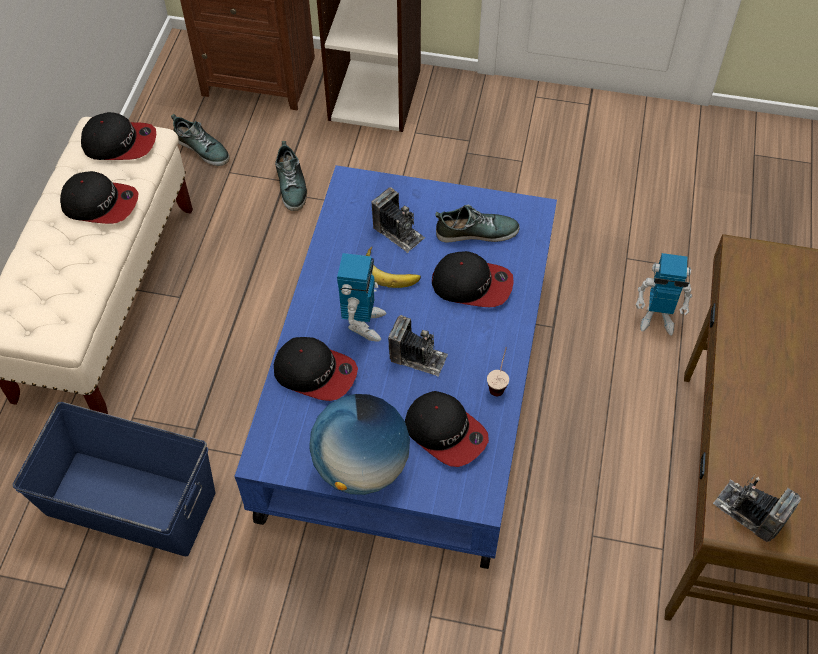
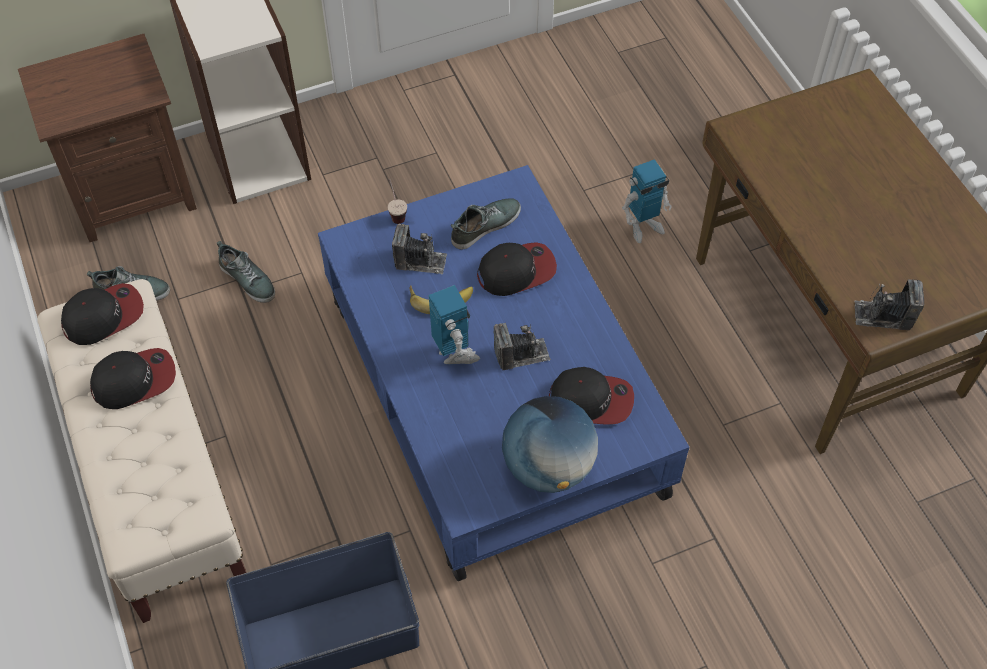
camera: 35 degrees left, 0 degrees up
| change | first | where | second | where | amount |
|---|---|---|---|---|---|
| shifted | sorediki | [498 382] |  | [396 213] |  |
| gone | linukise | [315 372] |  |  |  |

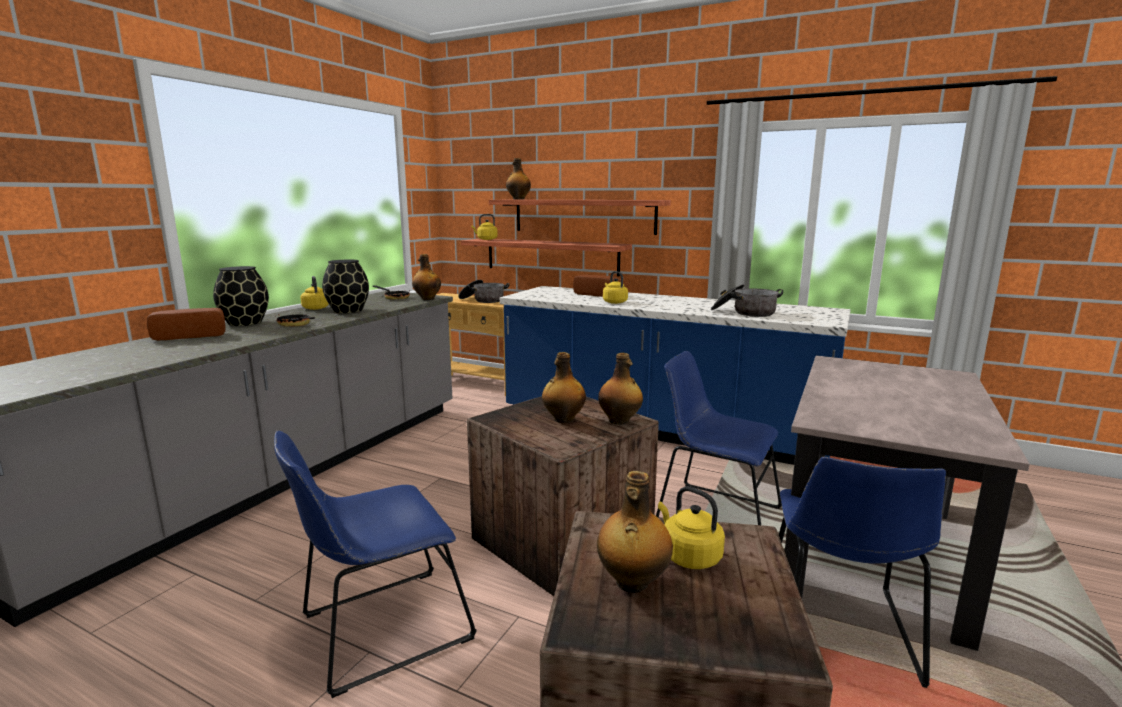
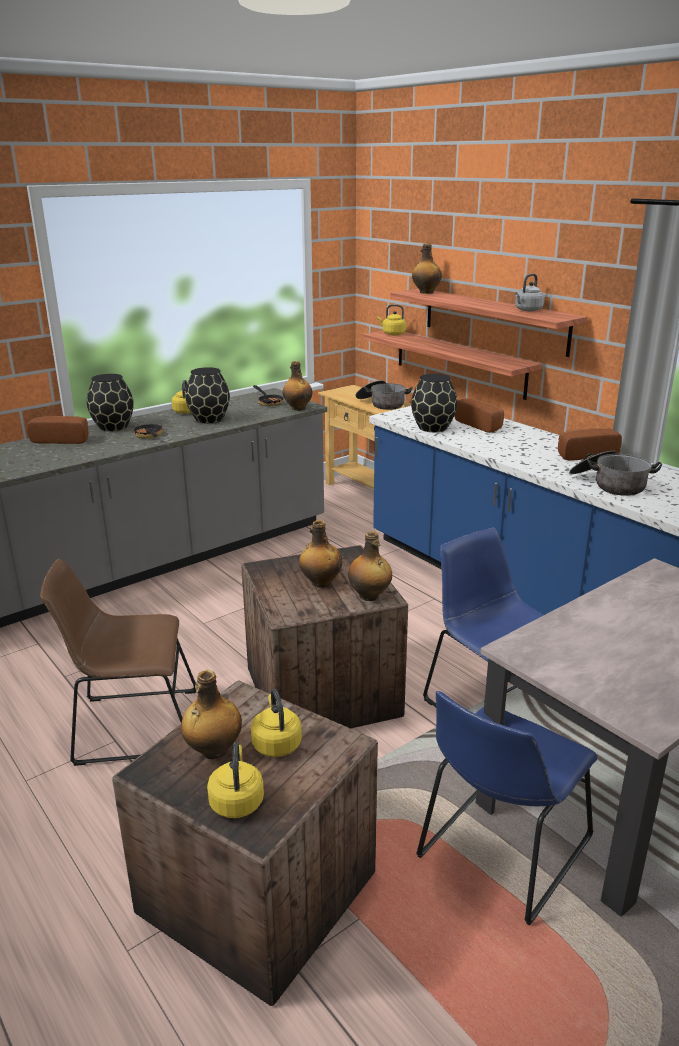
camera: 25 degrees right, 10 degrees up
| change | first | where | second | where | amount |
|---|---|---|---|---|---|
| repainted | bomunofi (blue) | [379 630] | bomunofi (brown) | [131 726] |  |
| shifted | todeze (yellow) | [614 302] |  | [237 801] |  |
| new |  |  | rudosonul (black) | [432 428] |  |
| new |  |  | todeze (grey) | [527 310] |  |
| new |  |  | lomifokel | [584 454] |  |

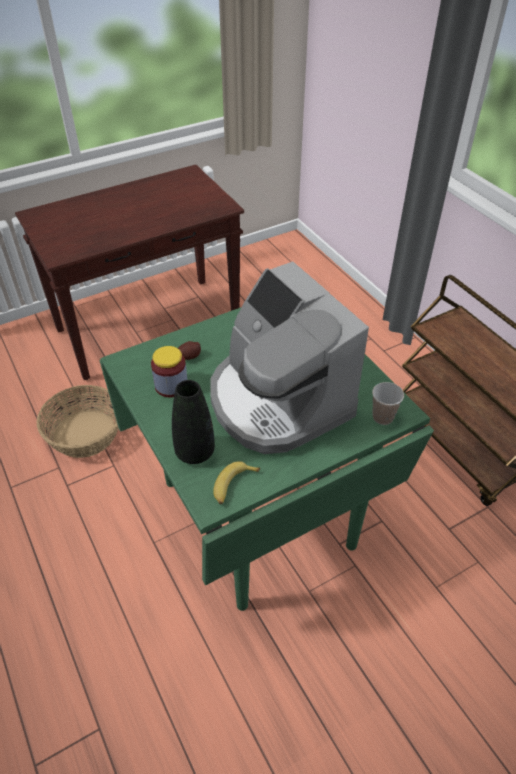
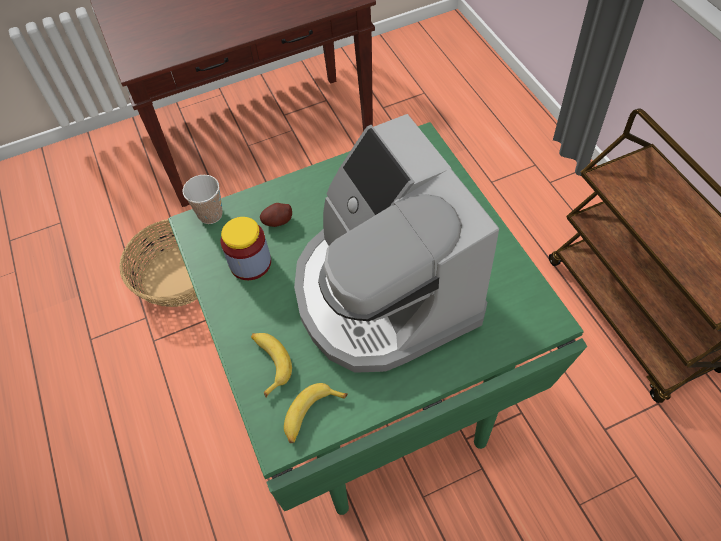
camera: 10 degrees right, 10 degrees up
| change | first | where | second | where | amount |
|---|---|---|---|---|---|
| shifted | sorediki | [383 417] |  | [210 215] |  |
| swapped | rudosonul (black) | [195 452] | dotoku | [269 363] |  |

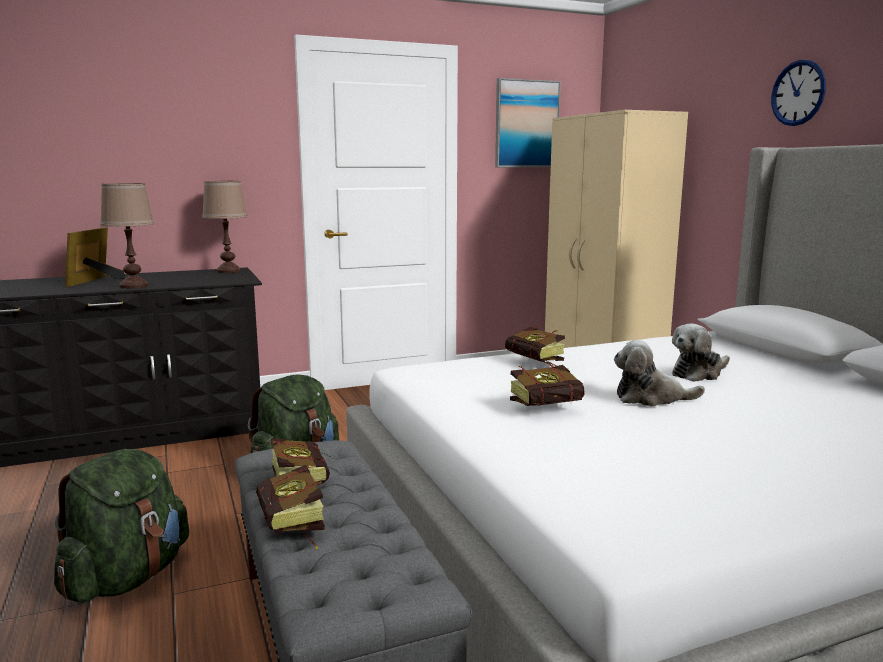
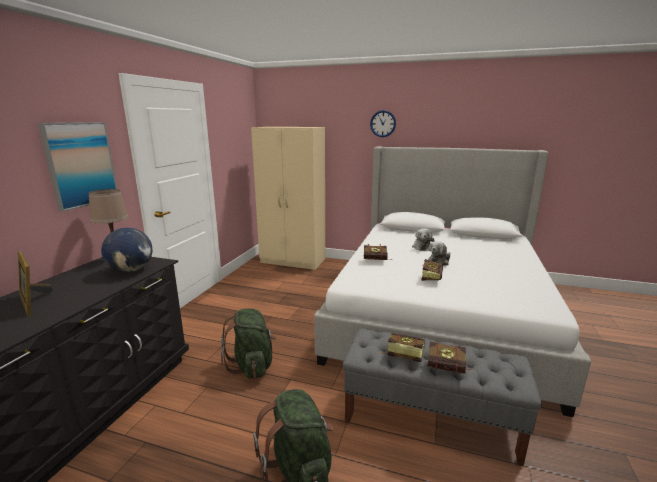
camera: 50 degrees left, 5 degrees up
| change | first | where | second | where | amount |
|---|---|---|---|---|---|
| shifted | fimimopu | [526 124] |  | [81 164] |  |
| new |  |  | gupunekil | [131 270] |  |
| gone | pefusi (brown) | [134 286] |  |  |  |

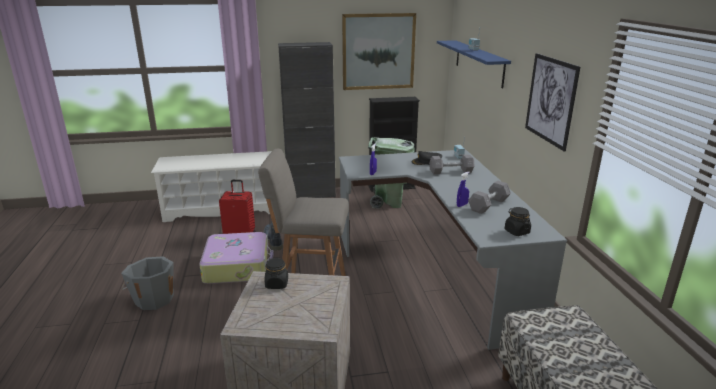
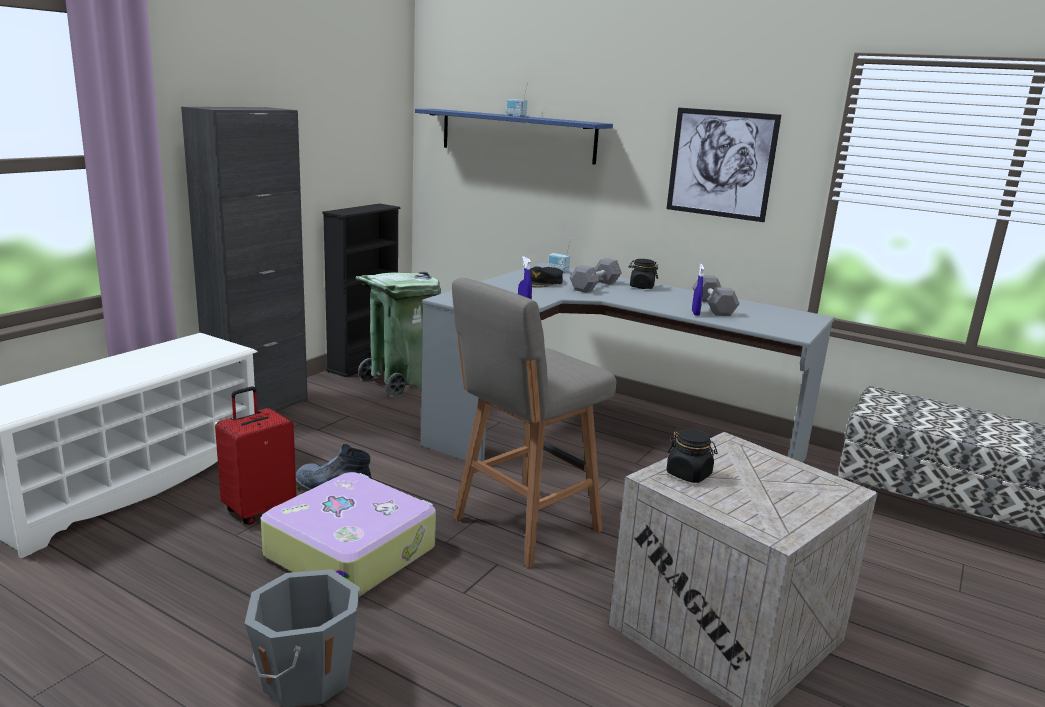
camera: 50 degrees left, 5 degrees down
| change | first | where | second | where | amount |
|---|---|---|---|---|---|
| shifted | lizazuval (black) | [516 231] |  | [641 287] |  |
| gone | fimimopu | [378 51] |  |  |  |

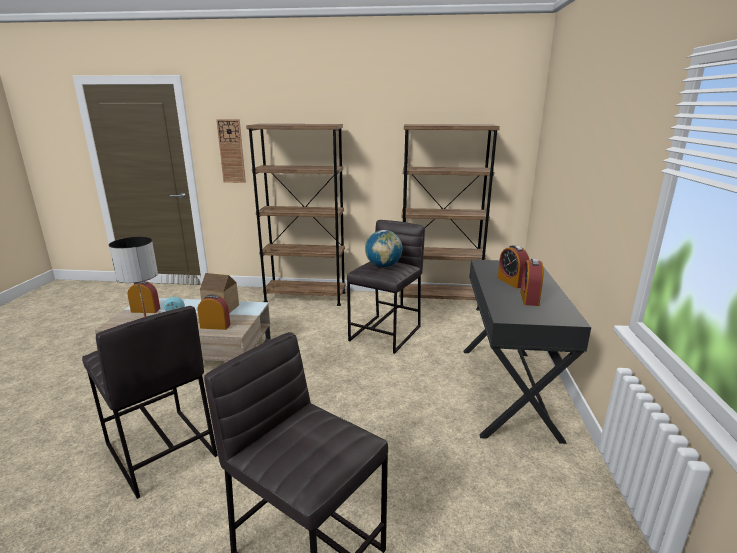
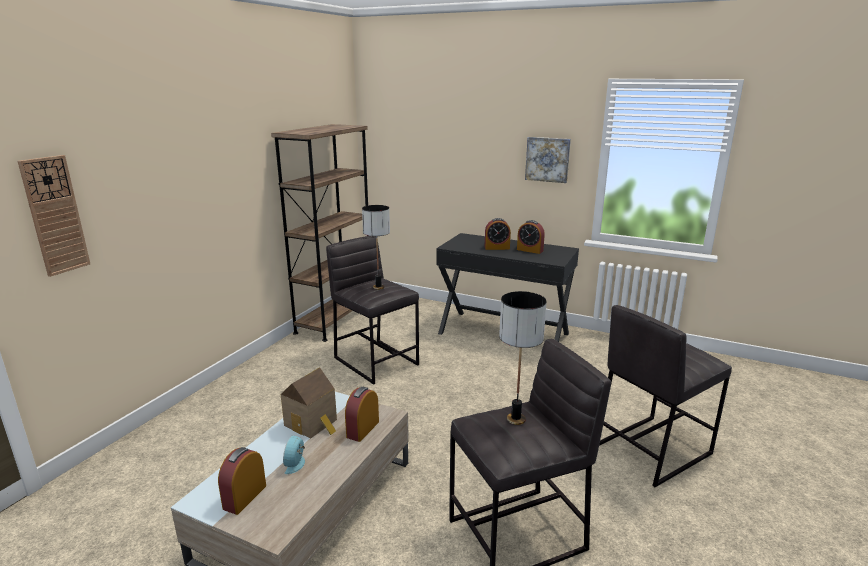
camera: 70 degrees left, 0 degrees up
| change | first | where | second | where | amount |
|---|---|---|---|---|---|
| swapped | gupunekil | [383 266] | pefusi | [378 287] |  |
| new |  |  | fimimopu | [548 159] |  |
| gone | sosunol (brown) | [305 297] |  |  |  |

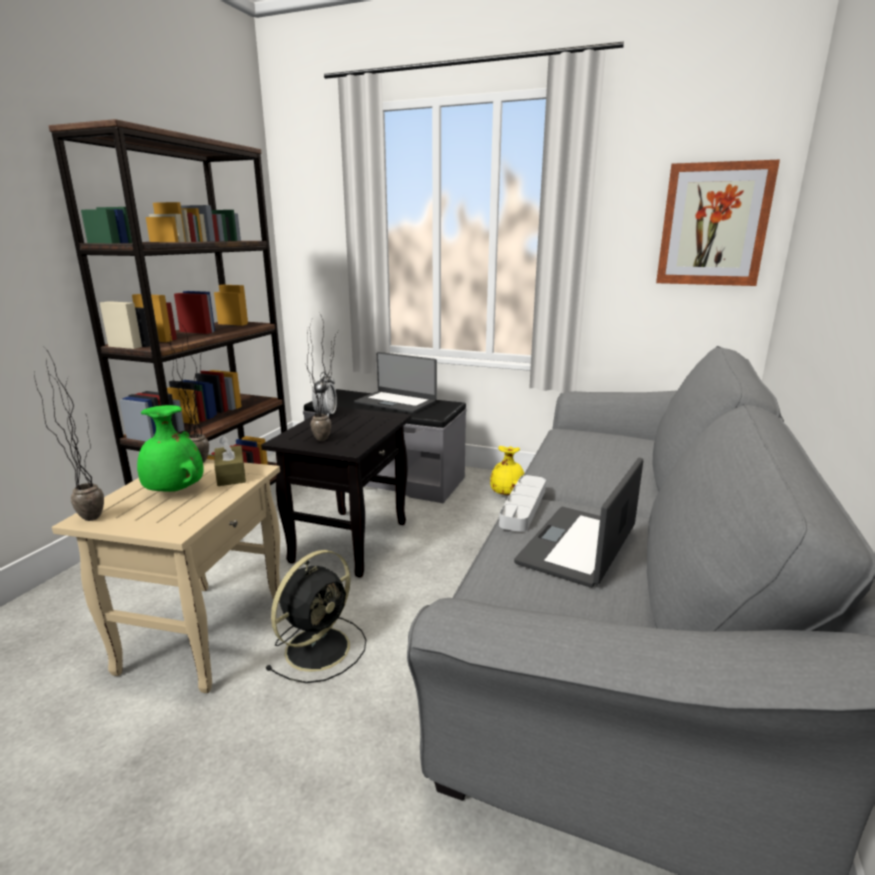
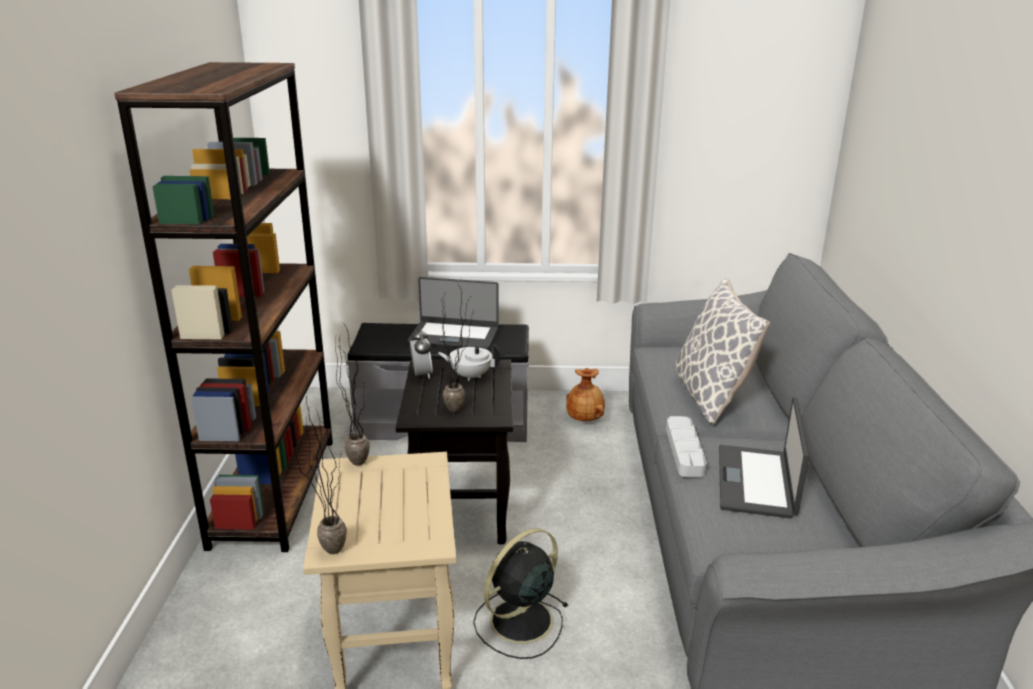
camera: 20 degrees left, 5 degrees up
| change | first | where | second | where | amount |
|---|---|---|---|---|---|
| new |  |  | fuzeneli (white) | [470 376] |  |
| rotated | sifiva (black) | [320 647] |  | [519 622] | 150 degrees counterclockwise |
| repainted | rudosonul (yellow) | [507 494] | rudosonul (brown) | [585 419] |  |
| new |  |  | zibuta | [711 396] |  |
| gone | rudosonul (green) | [174 491] |  |  |  |
| gone | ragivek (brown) | [231 475] |  |  |  |
| gone | fimimopu | [713 225] |  |  |  |

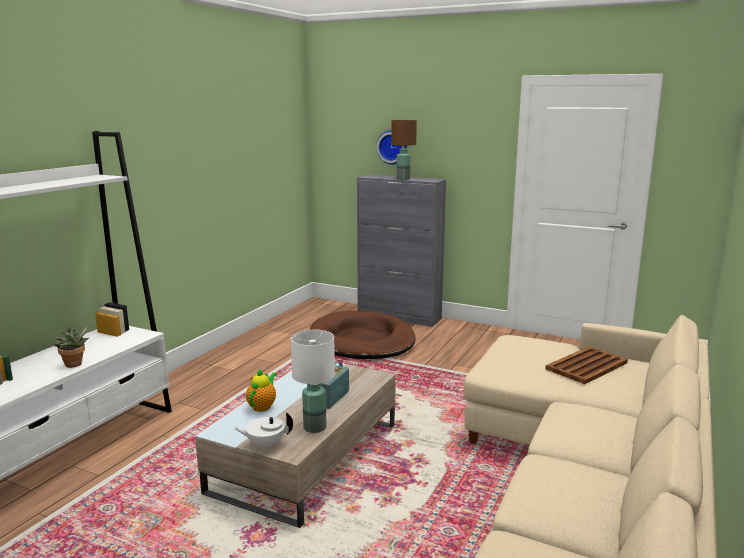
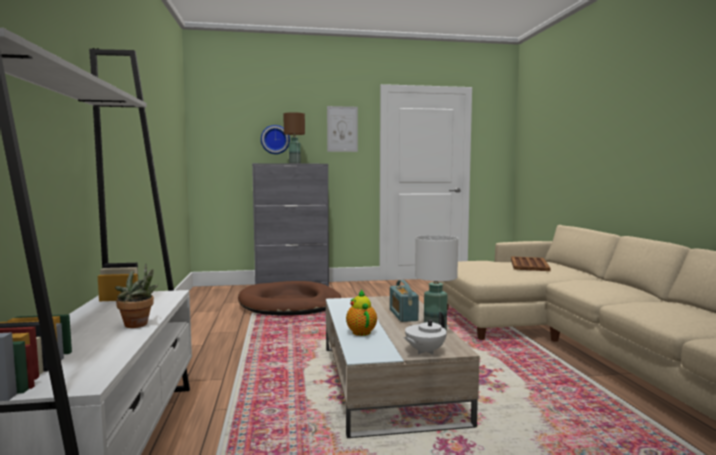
camera: 35 degrees left, 10 degrees down
| change | first | where | second | where | amount |
|---|---|---|---|---|---|
| new |  |  | fimimopu | [342 129] |  |

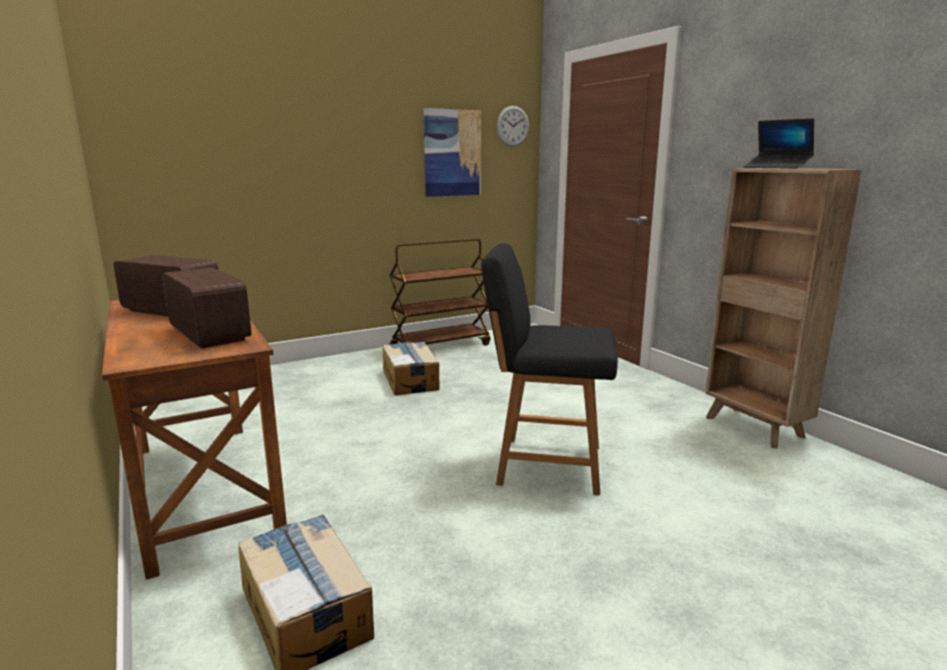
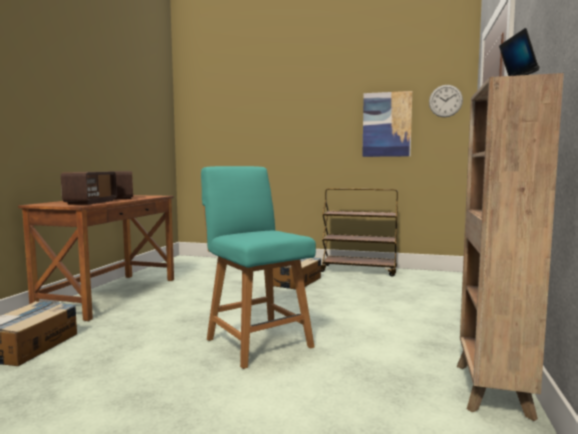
camera: 45 degrees right, 10 degrees down
| change | first | where | second | where | amount |
|---|---|---|---|---|---|
| repainted | bomunofi (black) | [545 464] | bomunofi (turquoise) | [257 341] |  |

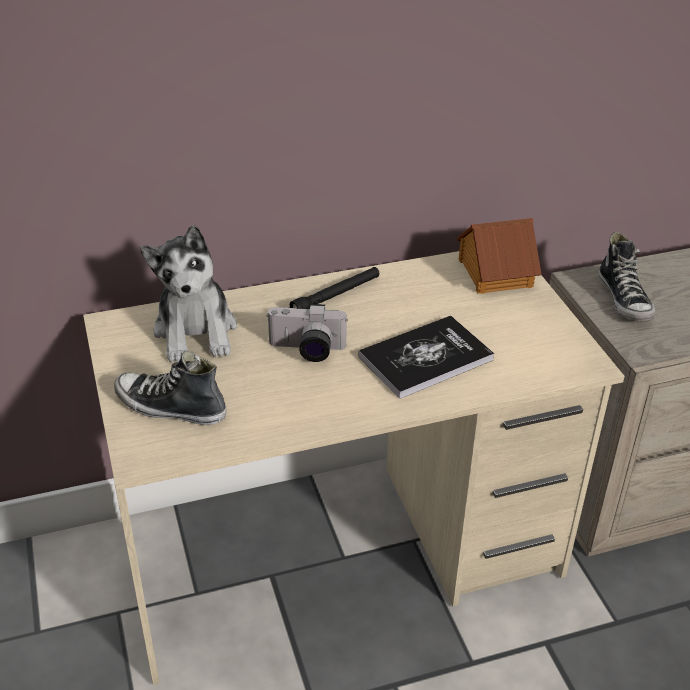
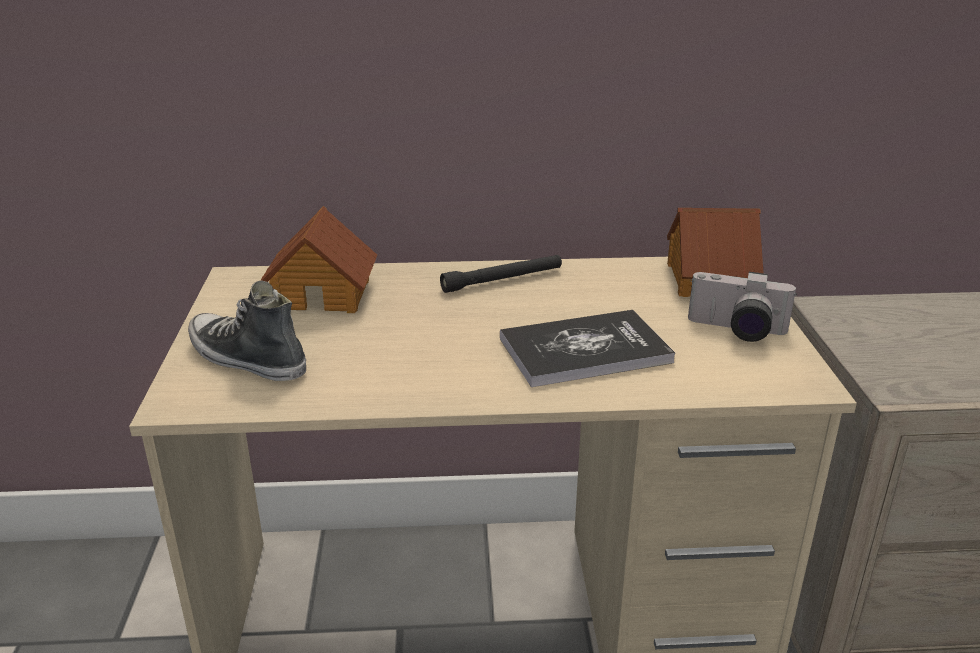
camera: 15 degrees right, 10 degrees down
| change | first | where | second | where | amount |
|---|---|---|---|---|---|
| swapped | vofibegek | [196 331] | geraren | [323 294] |  |
| shifted | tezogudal | [306 350] |  | [736 331] |  |
| gone | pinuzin | [624 299] |  |  |  |

